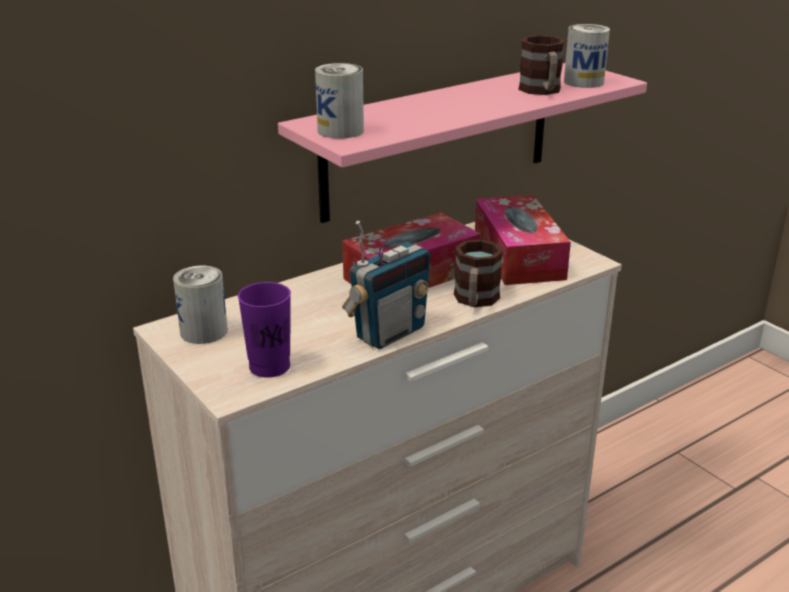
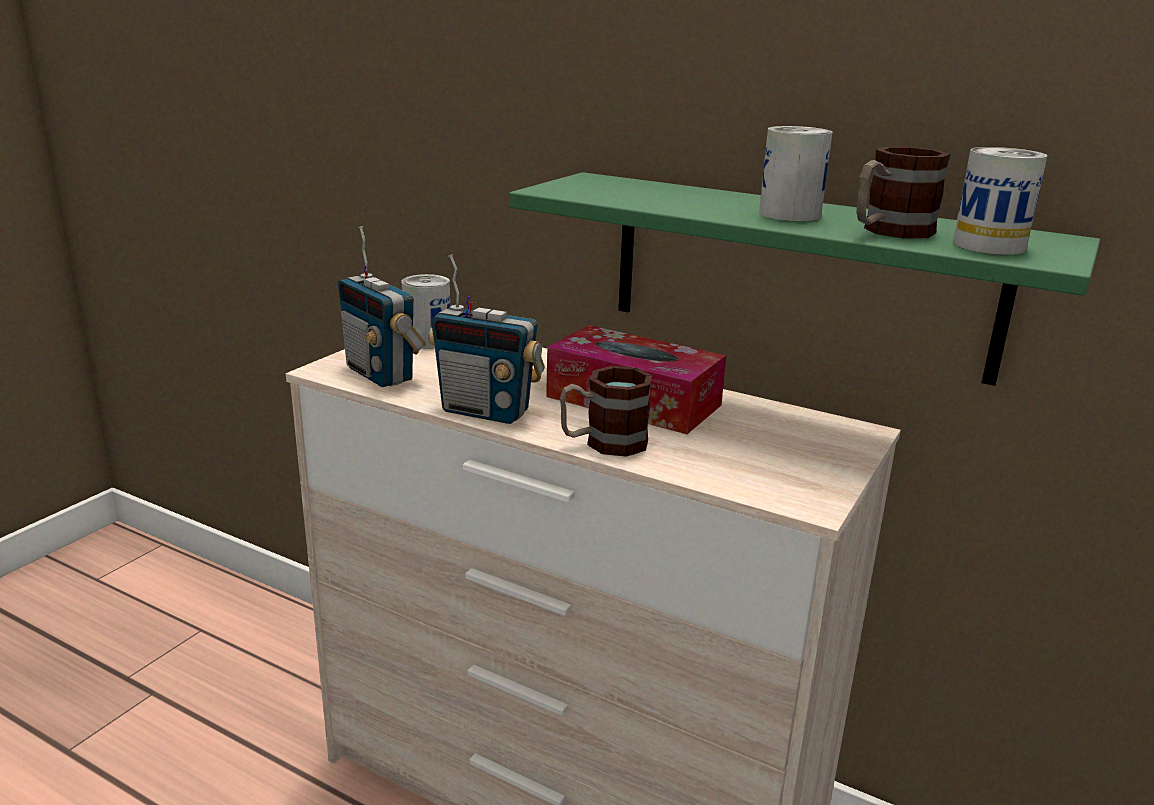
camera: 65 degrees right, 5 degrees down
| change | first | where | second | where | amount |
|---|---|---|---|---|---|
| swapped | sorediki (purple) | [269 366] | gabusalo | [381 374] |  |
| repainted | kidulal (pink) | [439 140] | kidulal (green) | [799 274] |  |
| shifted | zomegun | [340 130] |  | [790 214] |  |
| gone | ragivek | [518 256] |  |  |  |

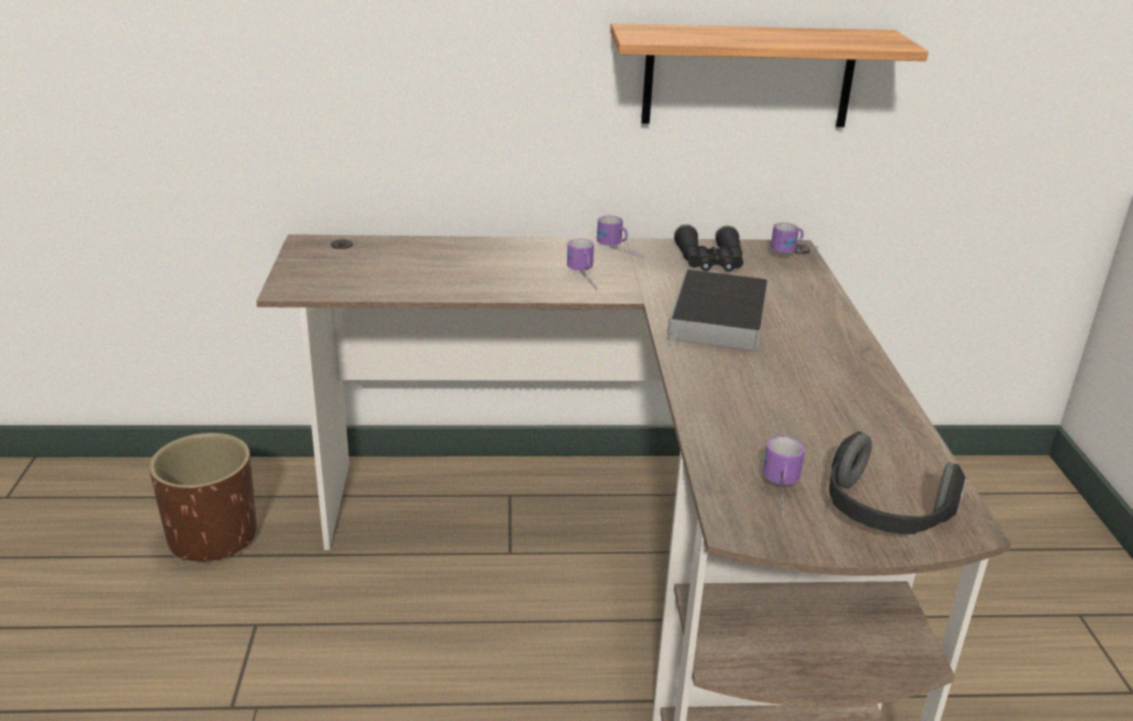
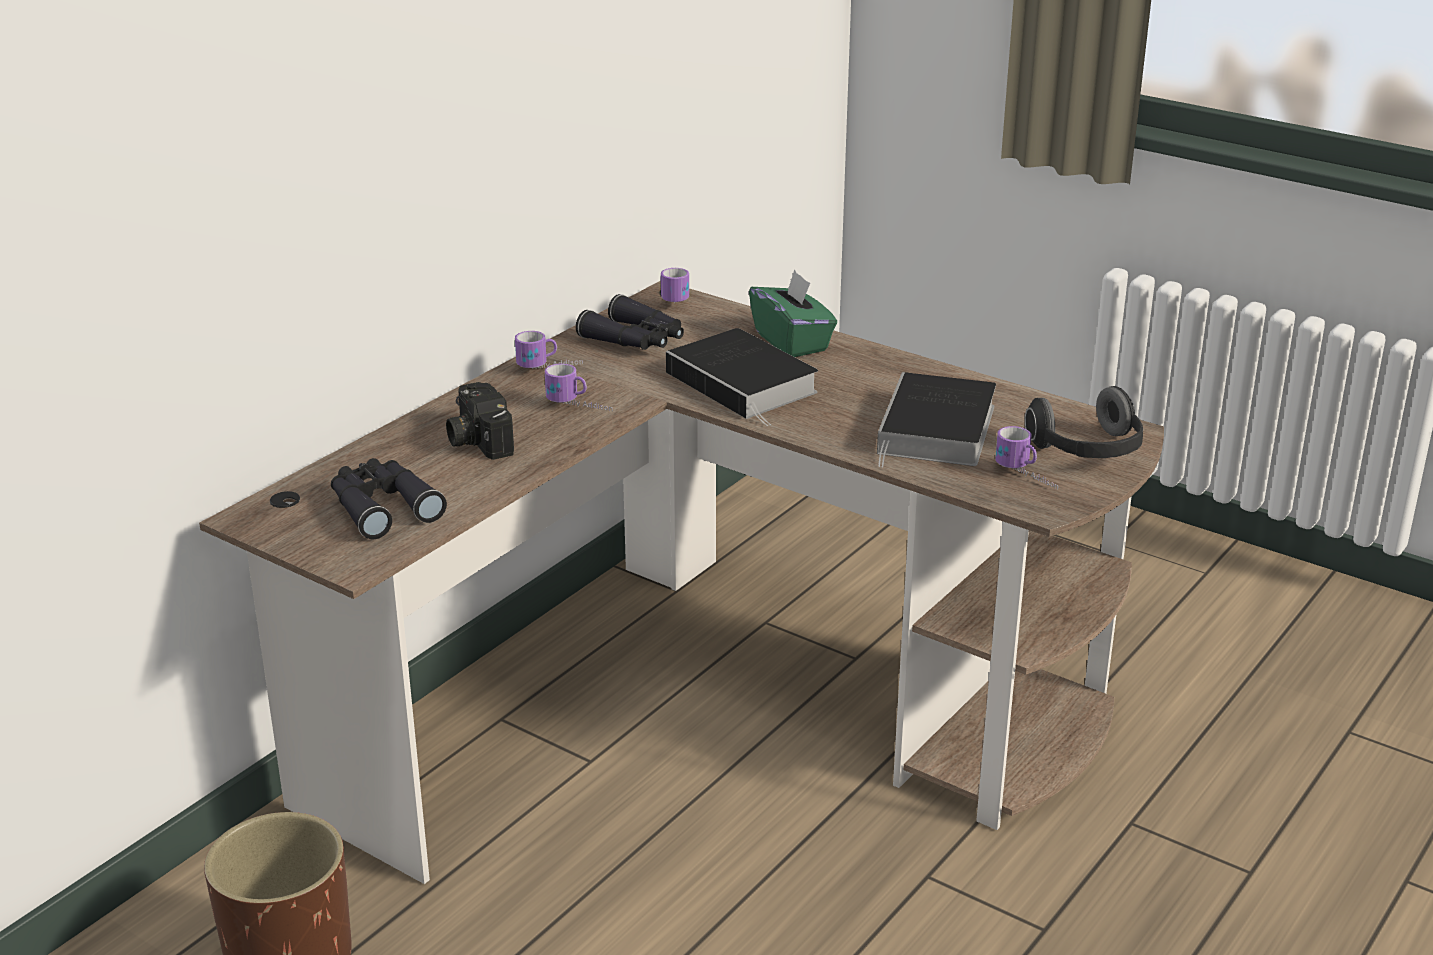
camera: 50 degrees left, 0 degrees up
| change | first | where | second | where | amount |
|---|---|---|---|---|---|
| new |  |  | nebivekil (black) | [382 507] |  |
| new |  |  | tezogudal | [476 440] |  |
| new |  |  | ragivek (green) | [792 341] |  |
| new |  |  | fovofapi | [937 431] |  |
| gone | kidulal | [748 76] |  |  |  |

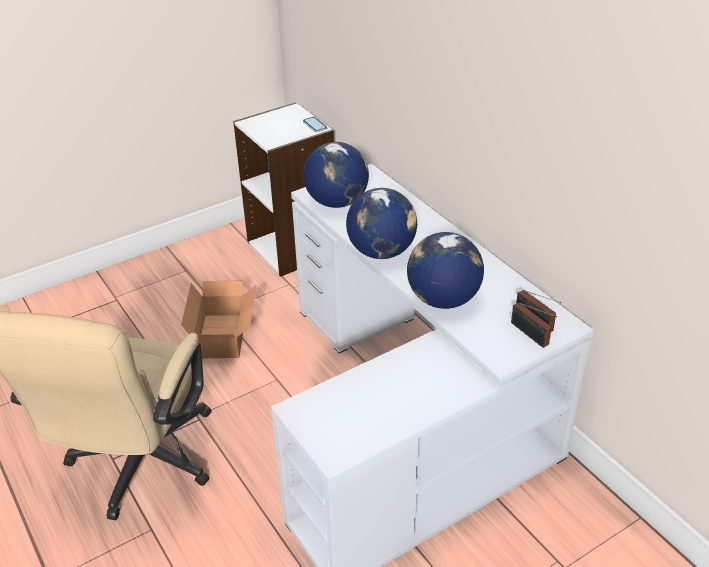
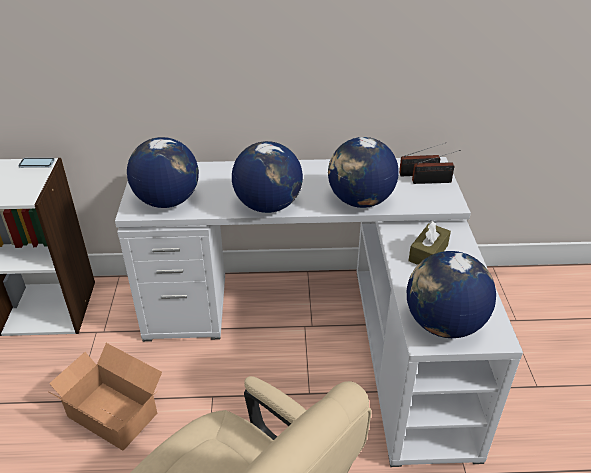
camera: 60 degrees left, 0 degrees up
| change | first | where | second | where | amount |
|---|---|---|---|---|---|
| new |  |  | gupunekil | [443 324] |  |
| new |  |  | ragivek (brown) | [428 253] |  |

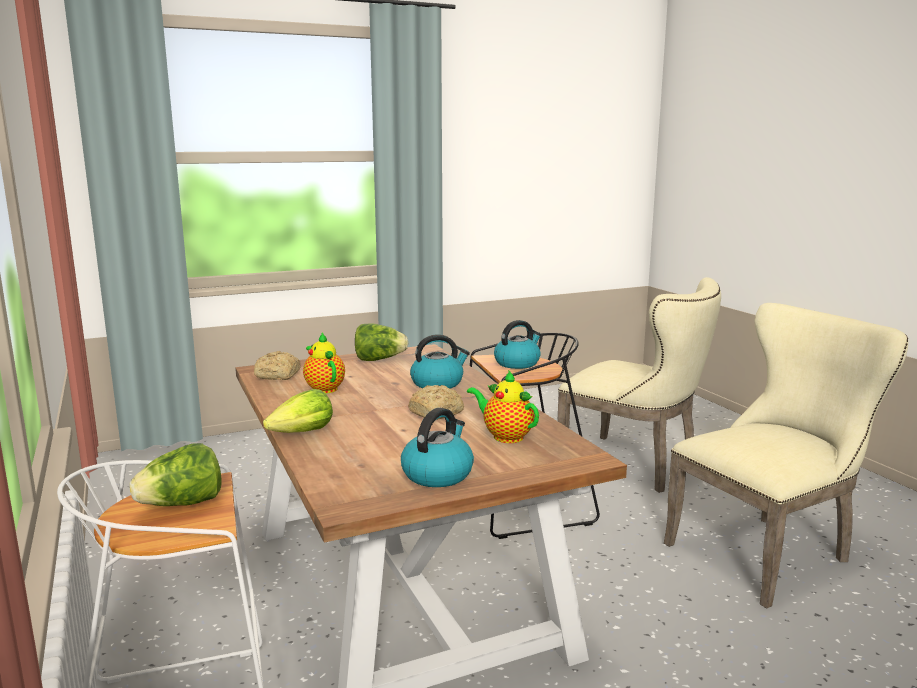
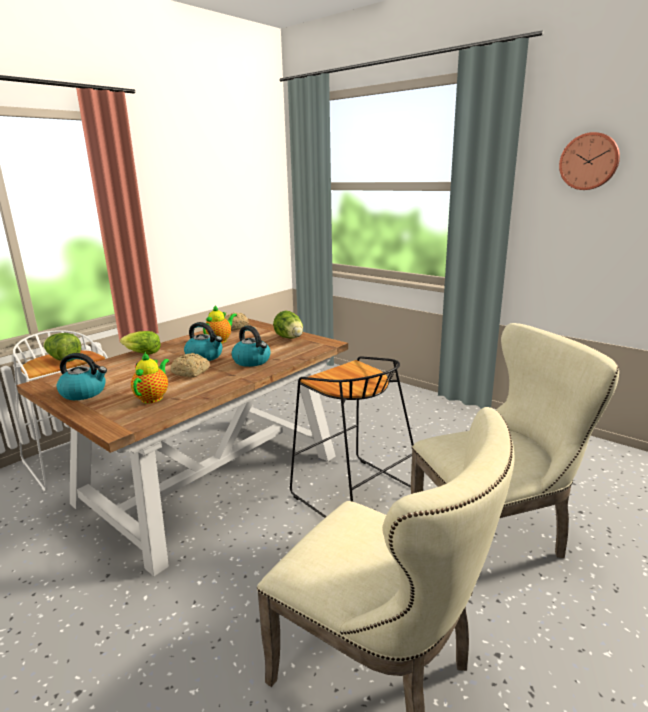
camera: 65 degrees right, 5 degrees up
| change | first | where | second | where | amount |
|---|---|---|---|---|---|
| shifted | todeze | [517 363] |  | [205 356] |  |
| rotated | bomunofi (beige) | [635 466] |  | [494 539] | 120 degrees counterclockwise |
| new |  |  | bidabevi | [589 161] |  |

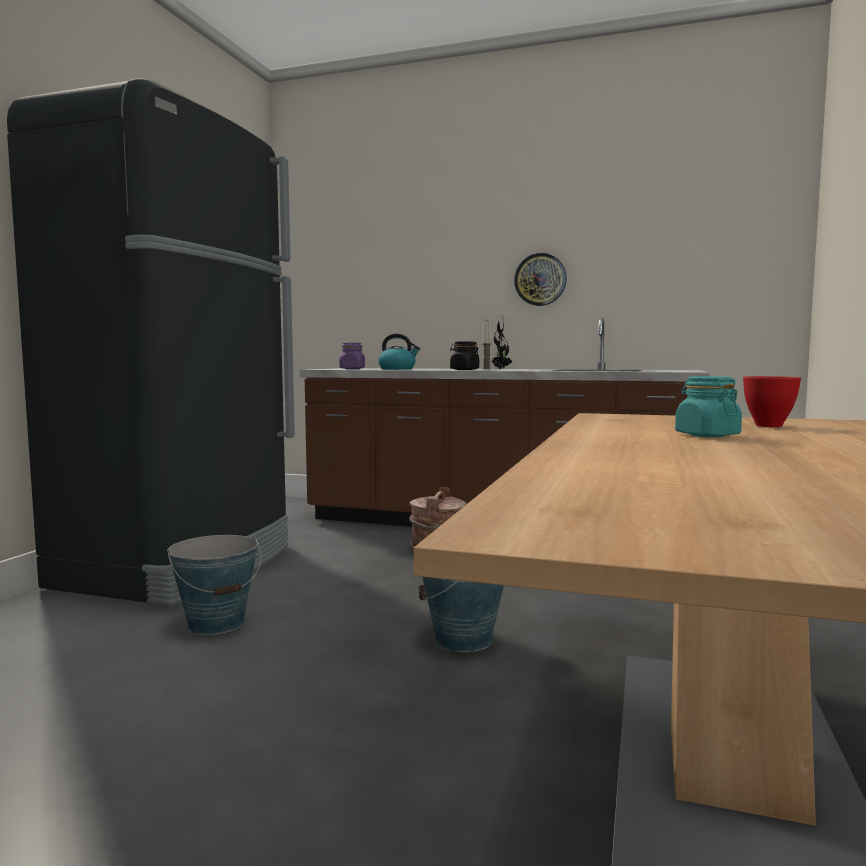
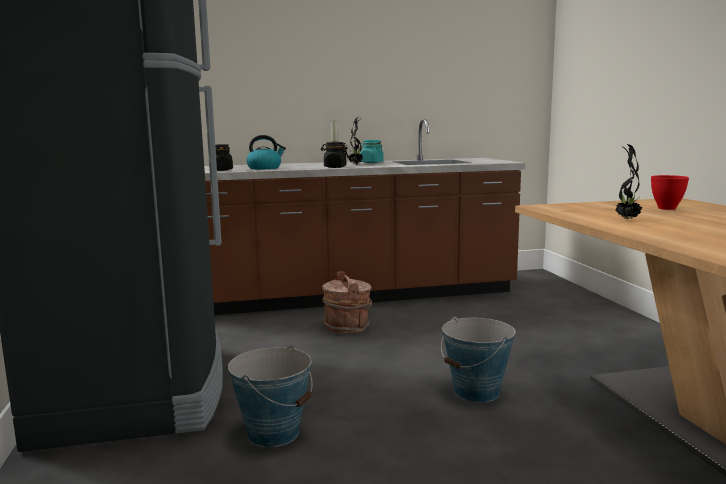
camera: 30 degrees left, 5 degrees up
| change | first | where | second | where | amount |
|---|---|---|---|---|---|
| repainted | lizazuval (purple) | [352 369] | lizazuval (black) | [221 170] |  |
| shifted | lizazuval (turquoise) | [706 435] |  | [371 162] |  |
| new |  |  | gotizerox | [626 219] |  |
| gone | bidabevi | [540 279] |  |  |  |

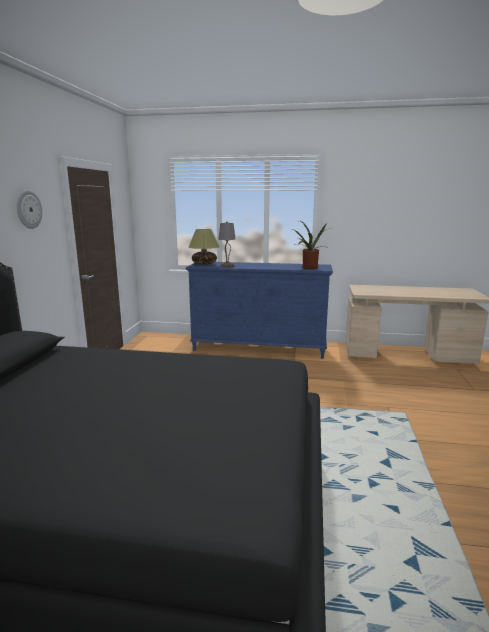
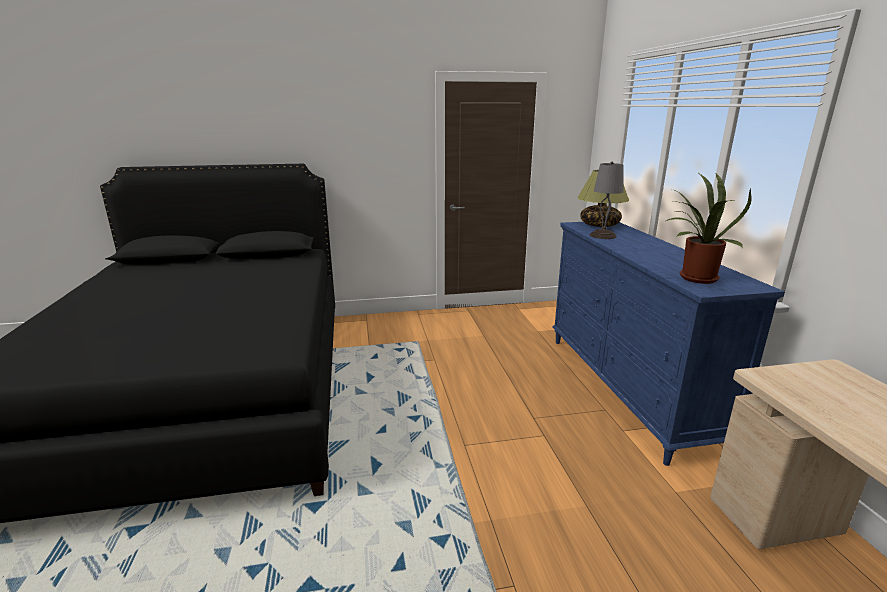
camera: 70 degrees right, 5 degrees up
| change | first | where | second | where | amount |
|---|---|---|---|---|---|
| gone | bidabevi | [28 209] |  |  |  |

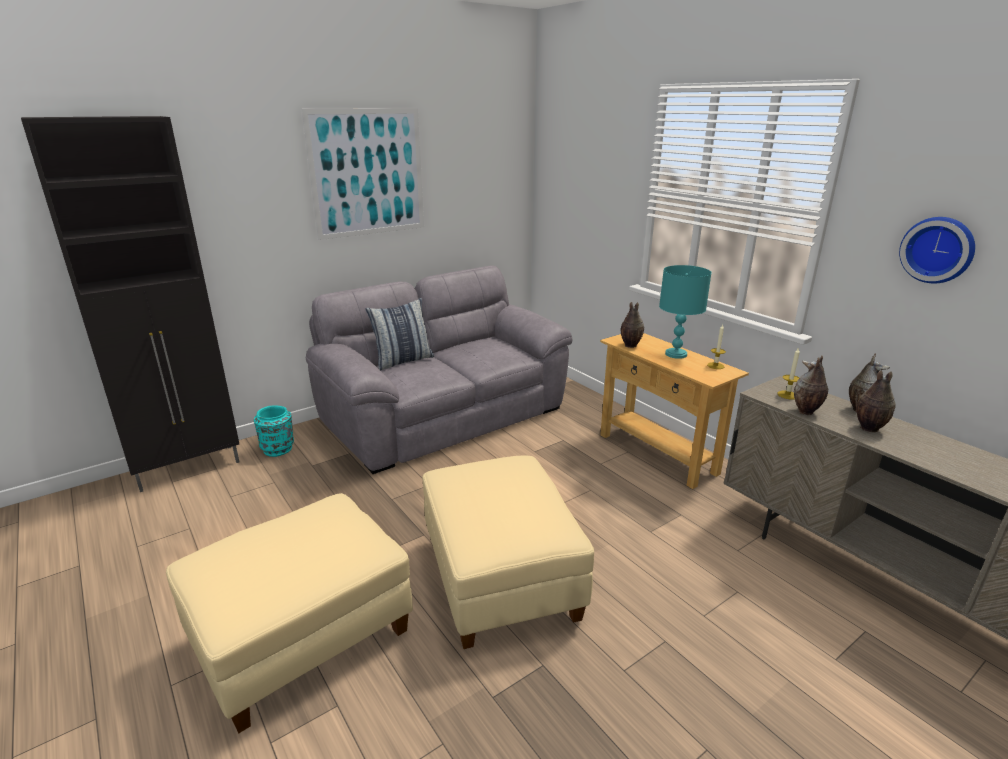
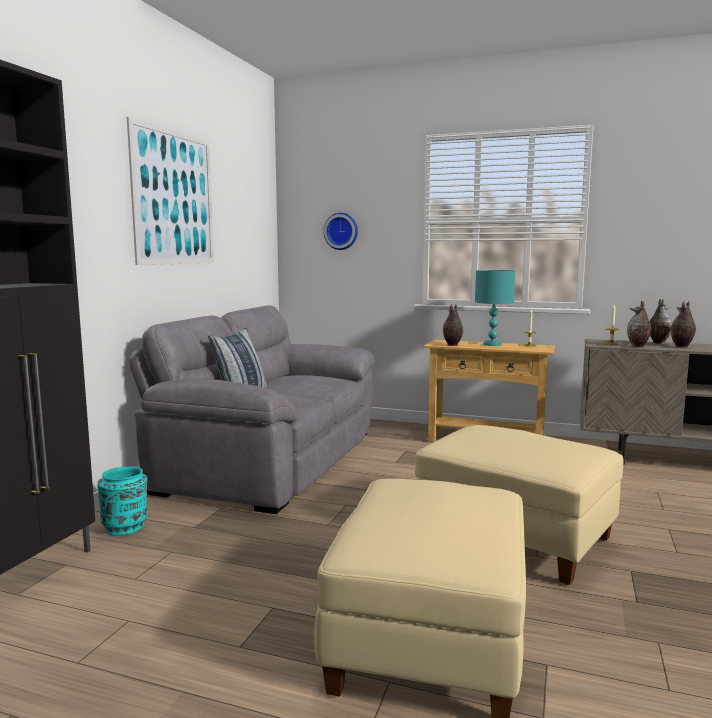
camera: 35 degrees left, 15 degrees down
| change | first | where | second | where | amount |
|---|---|---|---|---|---|
| shifted | bidabevi | [938 249] |  | [341 231] |  |

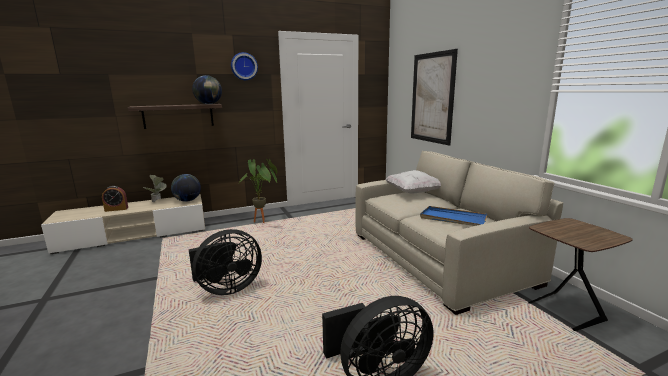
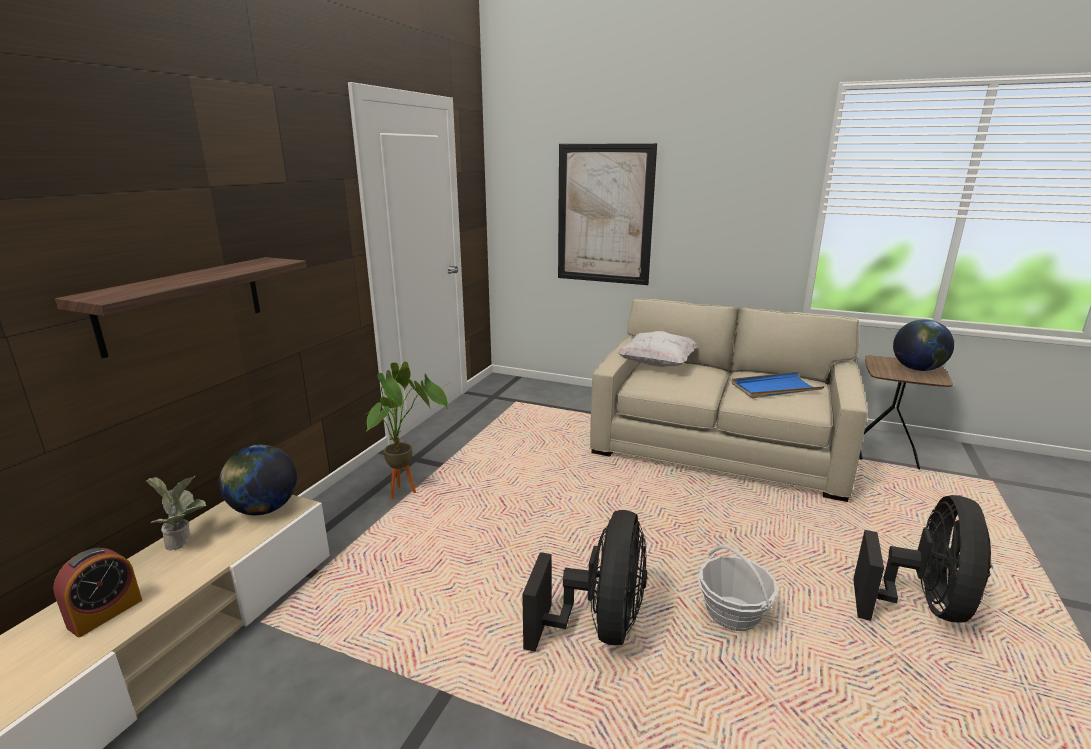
camera: 45 degrees left, 5 degrees up
| change | first | where | second | where | amount |
|---|---|---|---|---|---|
| new |  |  | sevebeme | [733 614] |  |
| shifted | gupunekil | [209 104] |  | [917 369] |  |
| gone | bidabevi | [244 66] |  |  |  |

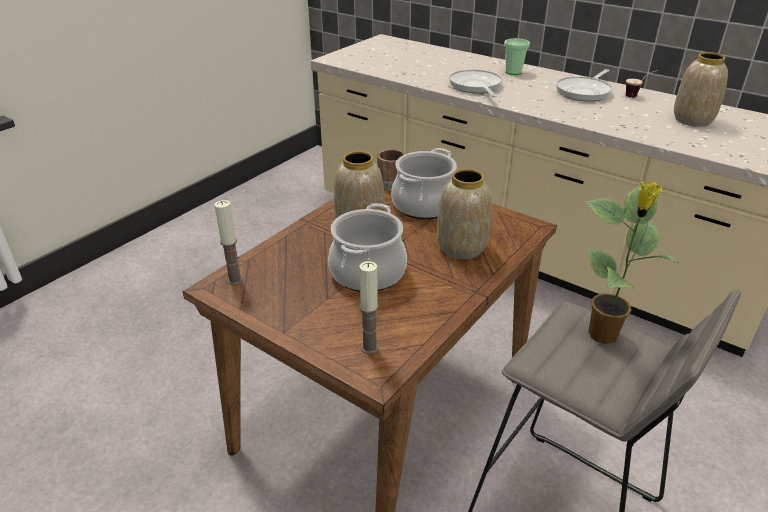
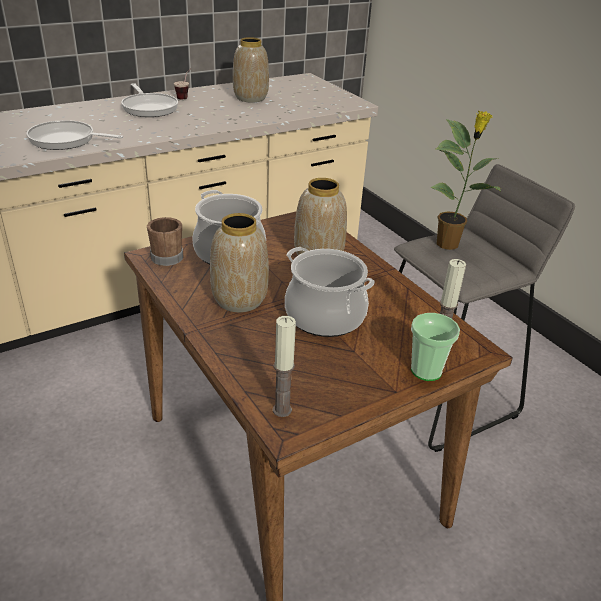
camera: 70 degrees left, 0 degrees up
| change | first | where | second | where | amount |
|---|---|---|---|---|---|
| shifted | sorediki | [513 72] |  | [426 371] |  |

